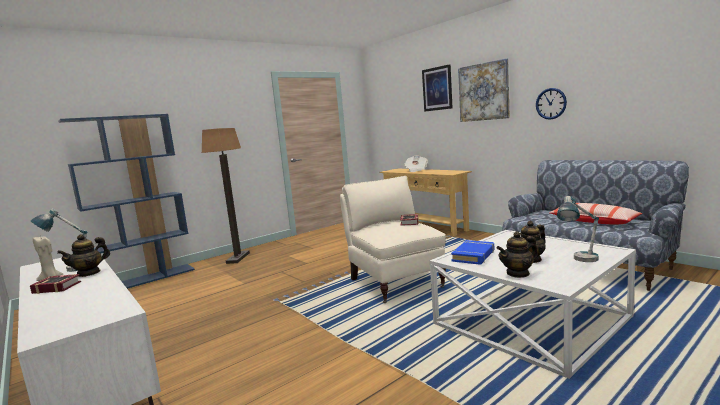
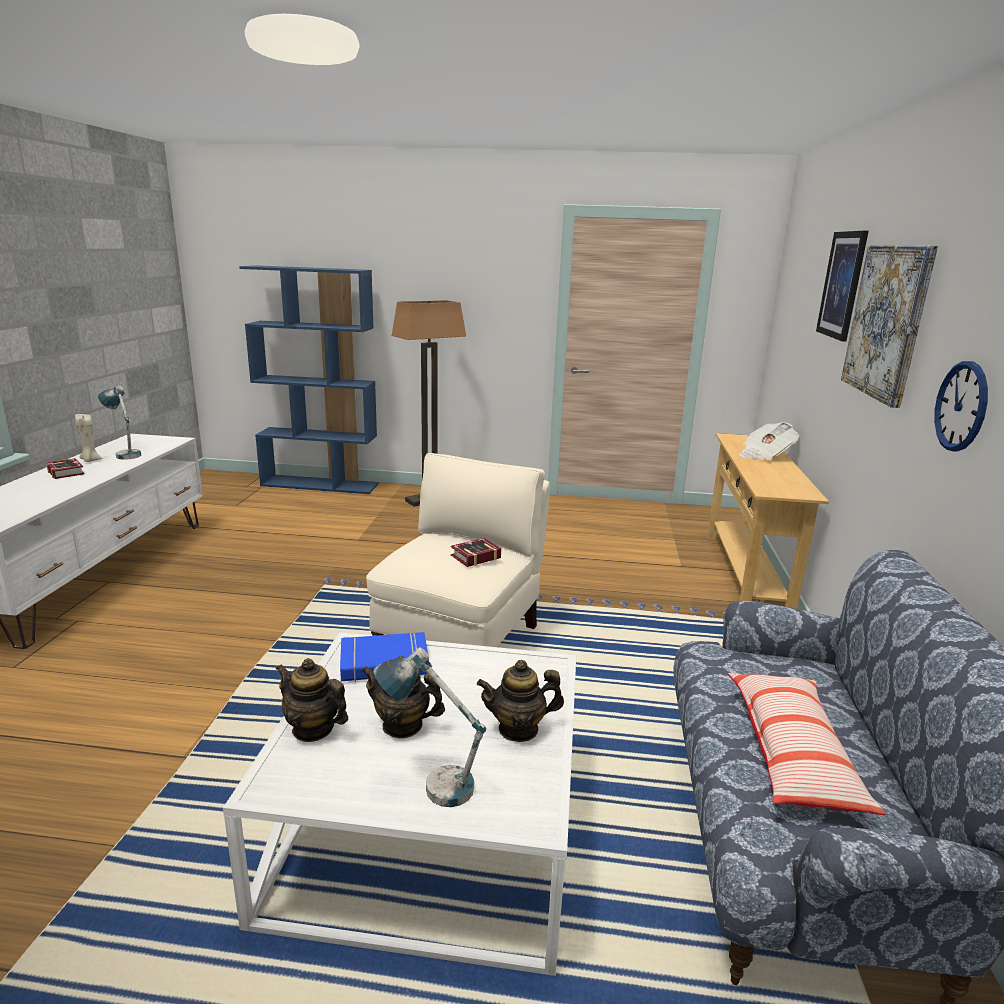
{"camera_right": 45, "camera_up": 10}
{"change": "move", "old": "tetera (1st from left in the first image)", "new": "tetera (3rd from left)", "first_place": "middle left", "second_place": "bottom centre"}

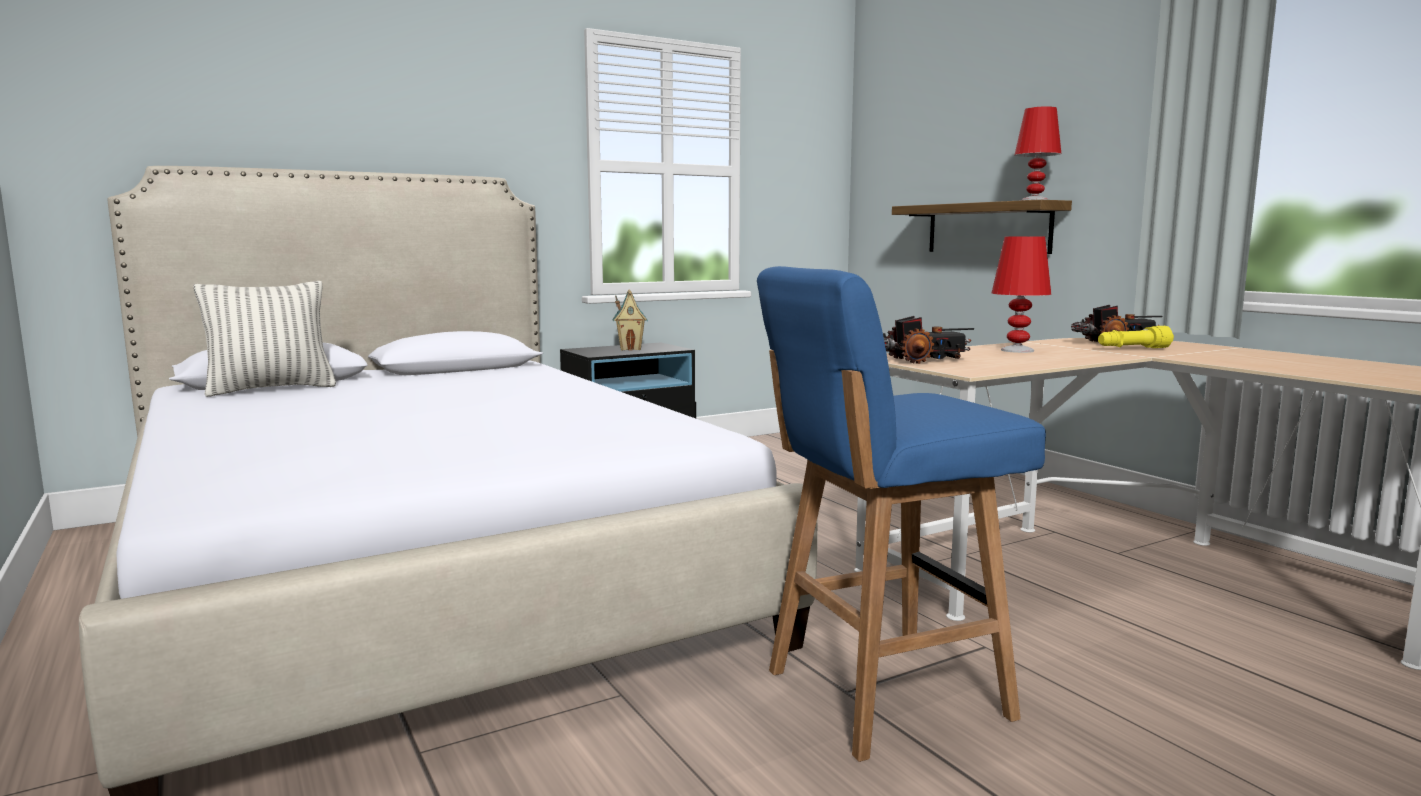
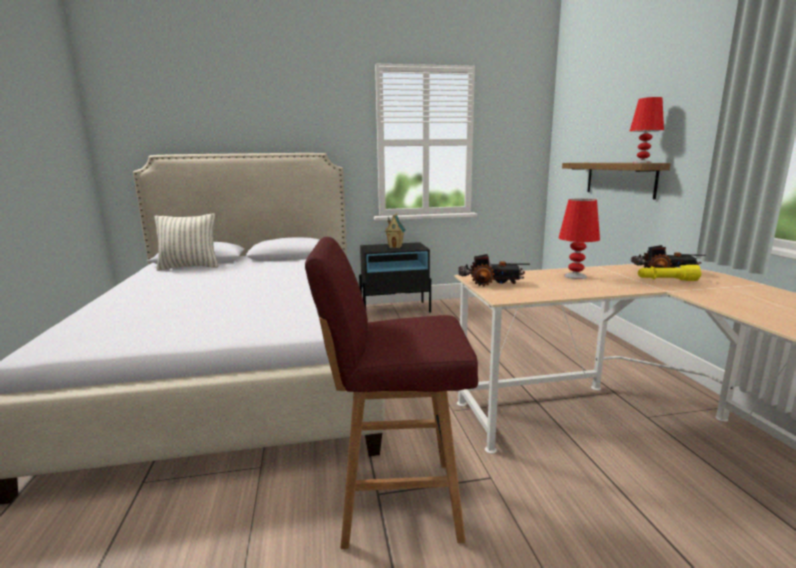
{"camera_right": 20, "camera_up": 5}
{"change": "recolor", "old": "taburete/azul", "new": "taburete/rojo", "first_place": "centre", "second_place": "bottom centre"}

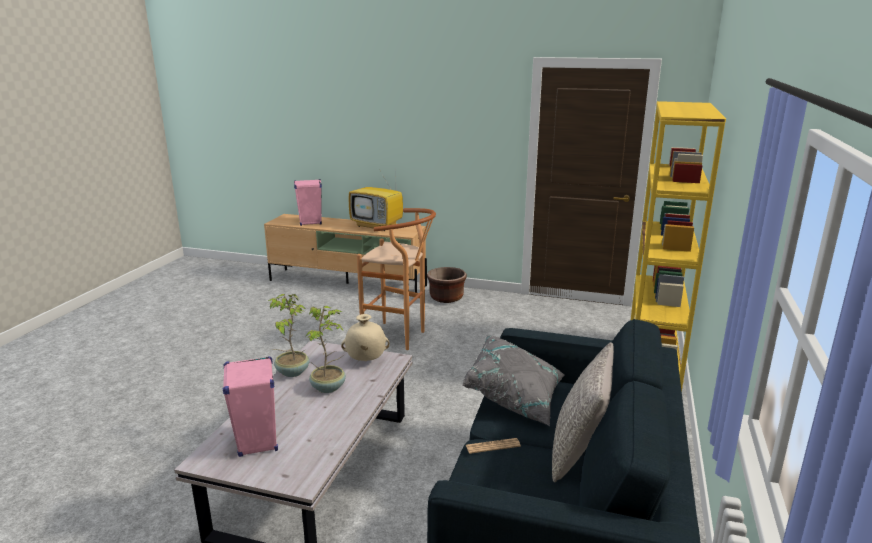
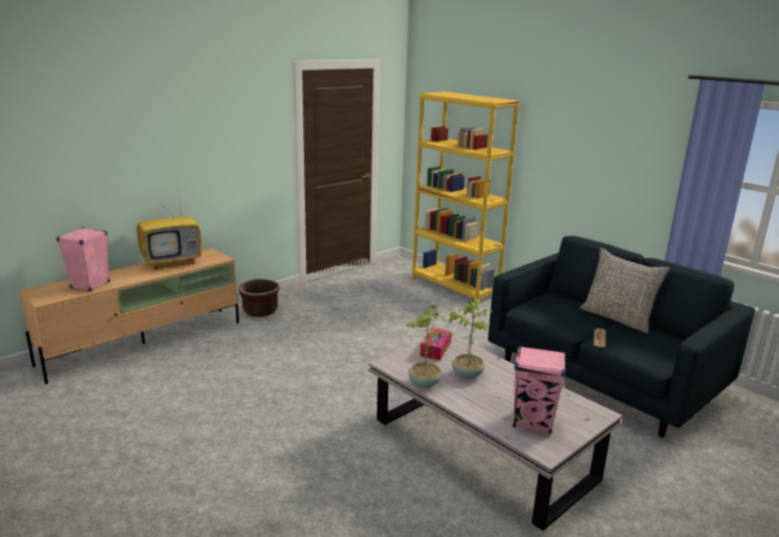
{"camera_right": -60, "camera_up": 0}
{"change": "replace", "old": "florero/beis", "new": "caja de pañuelos", "first_place": "centre", "second_place": "centre"}
{"change": "delete", "old": "taburete/marrón", "first_place": "centre"}
{"change": "delete", "old": "cojín/gris (1st from left)", "first_place": "bottom centre"}

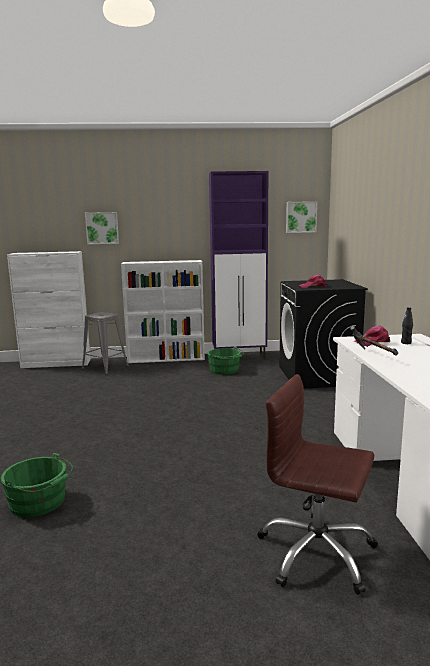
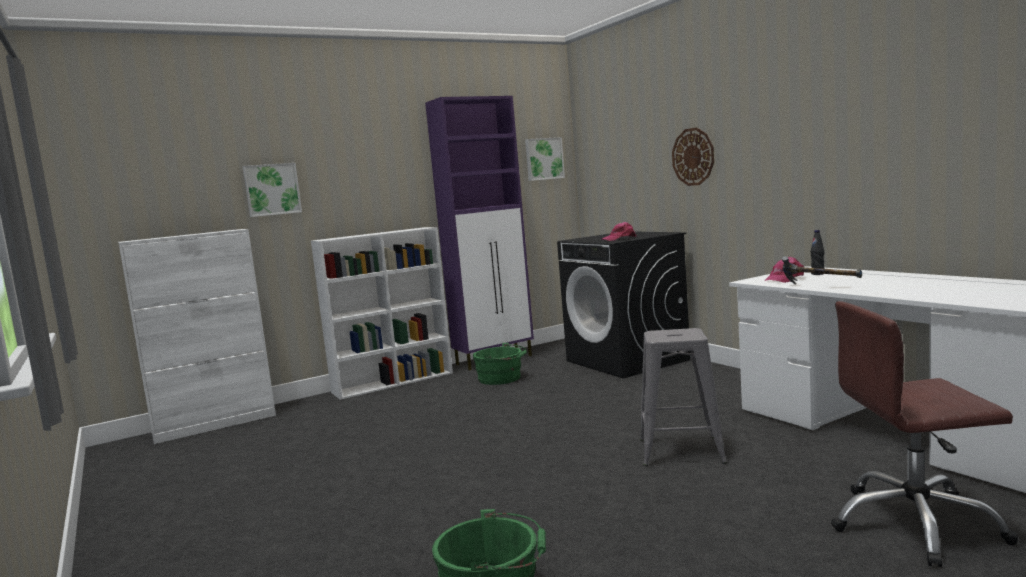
{"camera_right": -25, "camera_up": -5}
{"change": "move", "old": "taburete/gris", "first_place": "middle left", "second_place": "bottom centre"}
{"change": "insert", "new": "reloj de pared", "second_place": "top right"}

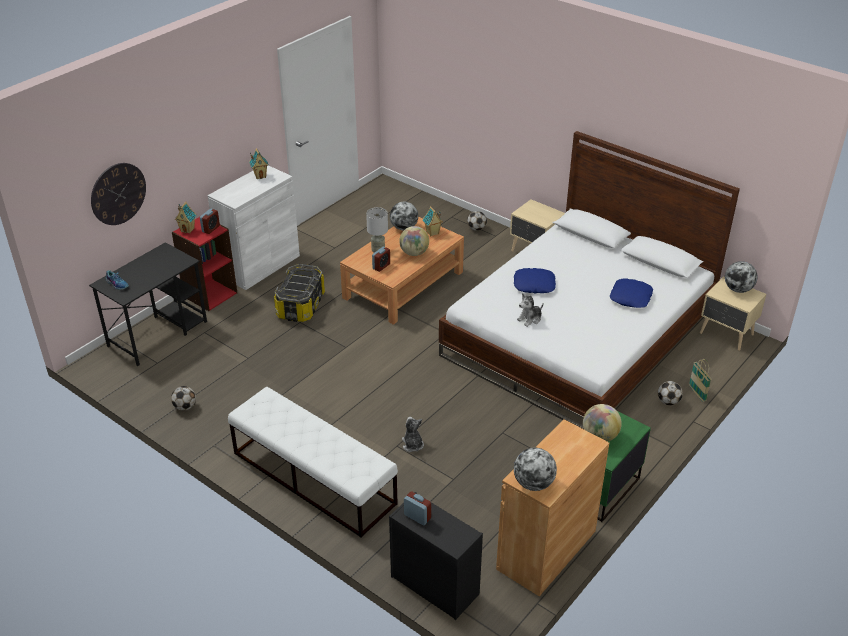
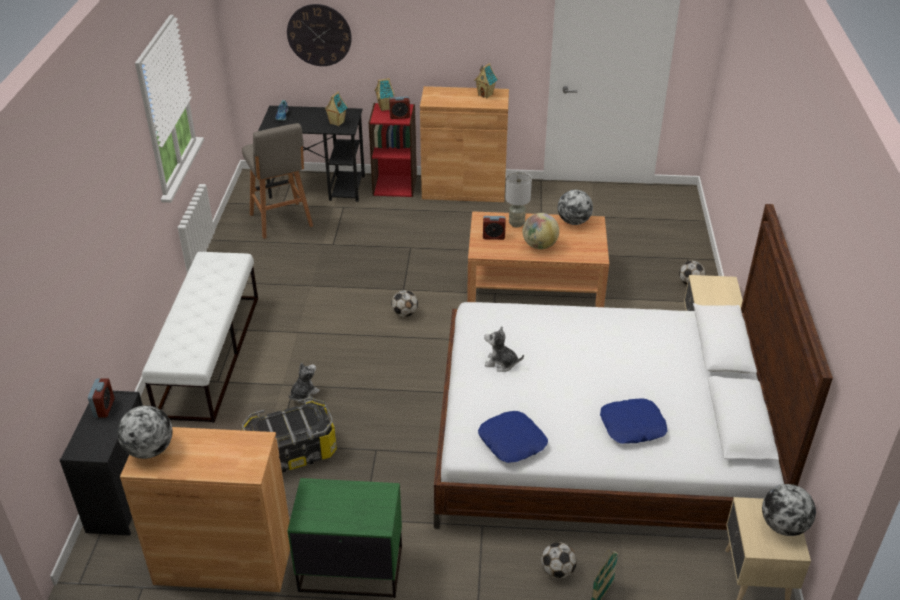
{"camera_right": 55, "camera_up": 0}
{"change": "move", "old": "balón de fútbol (1st from left)", "first_place": "middle left", "second_place": "centre"}
{"change": "recolor", "old": "armario/blanco", "new": "armario/marrón (2nd from left)", "first_place": "middle left", "second_place": "top centre"}
{"change": "move", "old": "caja de almacenaje", "first_place": "centre", "second_place": "bottom left"}
{"change": "move", "old": "casita (3rd from left in the first image)", "new": "casita (1st from left)", "first_place": "centre", "second_place": "top centre"}
{"change": "move", "old": "cojín/azul (1st from left)", "first_place": "centre", "second_place": "bottom centre"}
{"change": "delete", "old": "globo terráqueo (4th from left)", "first_place": "middle right"}
{"change": "insert", "new": "taburete/gris", "second_place": "top left"}

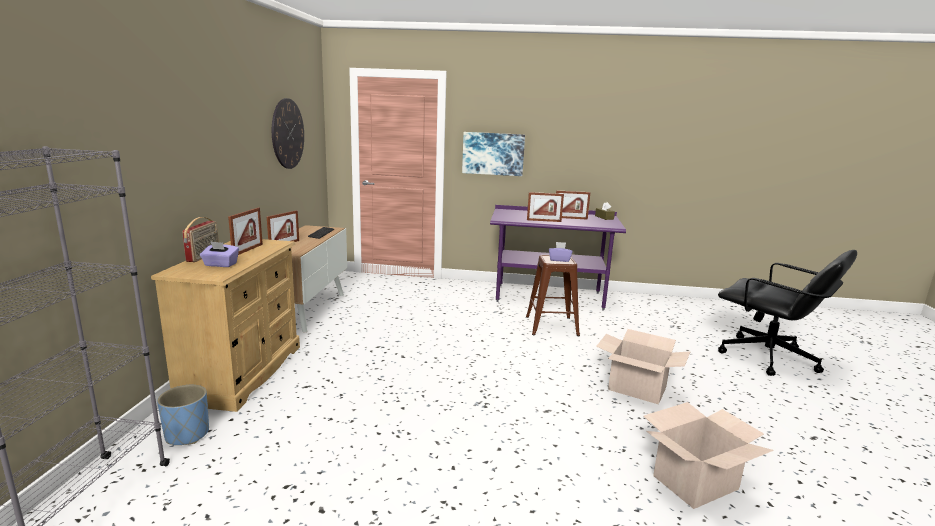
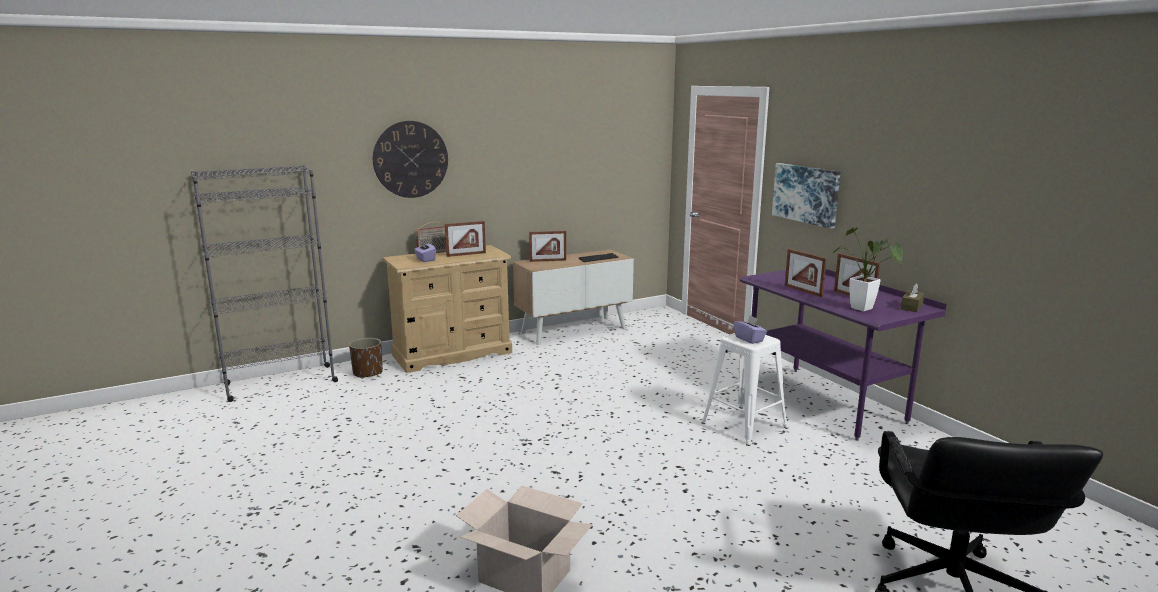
{"camera_right": 55, "camera_up": 0}
{"change": "recolor", "old": "maceta/azul", "new": "maceta/marrón", "first_place": "bottom left", "second_place": "middle left"}
{"change": "move", "old": "reloj de pared", "first_place": "top left", "second_place": "top centre"}
{"change": "recolor", "old": "taburete/marrón", "new": "taburete/blanco", "first_place": "centre", "second_place": "centre"}
{"change": "delete", "old": "caja de cartón (1st from left)", "first_place": "bottom right"}
{"change": "insert", "new": "planta en maceta", "second_place": "middle right"}

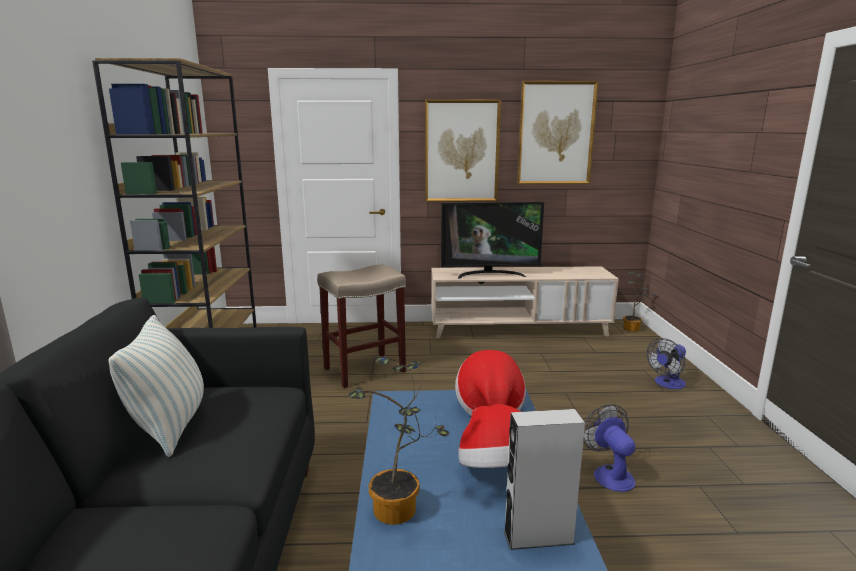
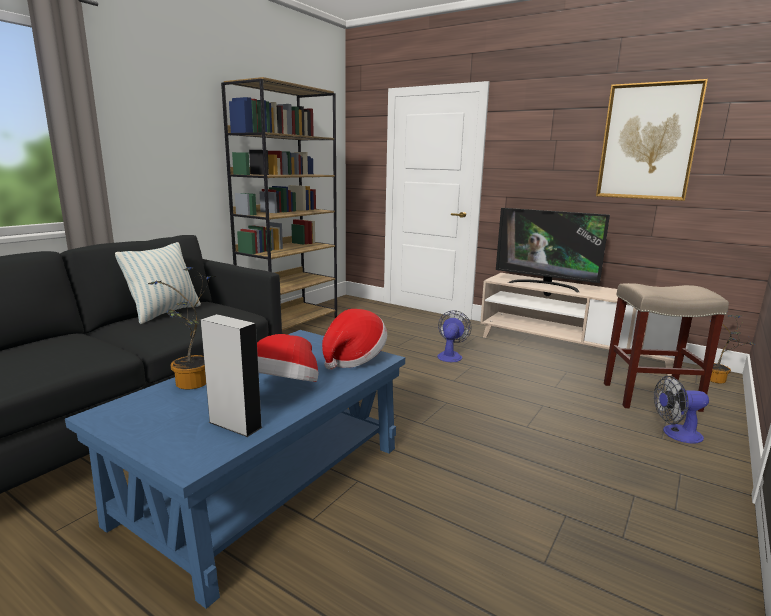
{"camera_right": 35, "camera_up": 0}
{"change": "move", "old": "taburete/beis", "first_place": "centre", "second_place": "middle right"}
{"change": "delete", "old": "cuadro (1st from left)", "first_place": "top centre"}
{"change": "move", "old": "ventilador (1st from left)", "first_place": "bottom right", "second_place": "centre"}

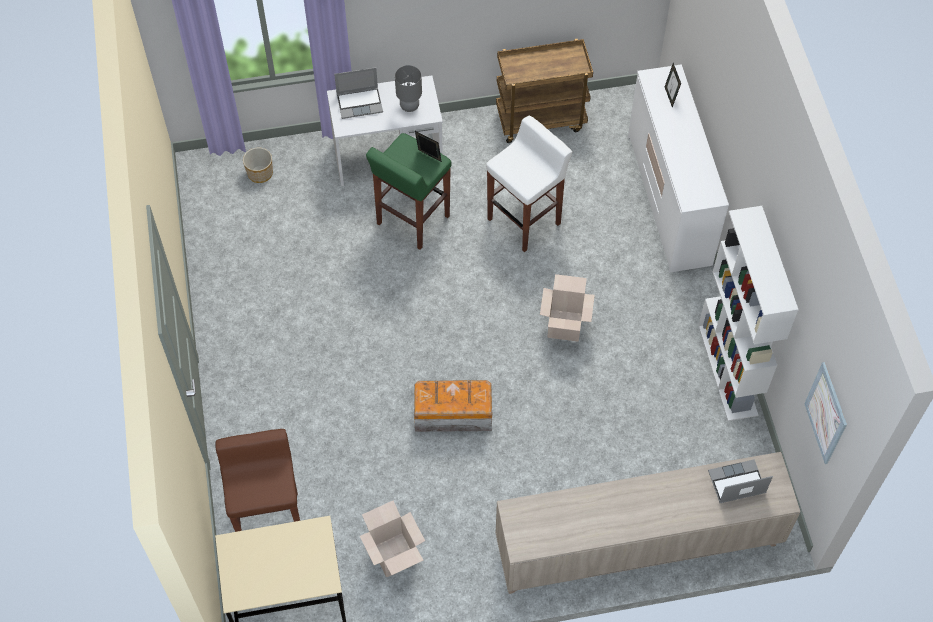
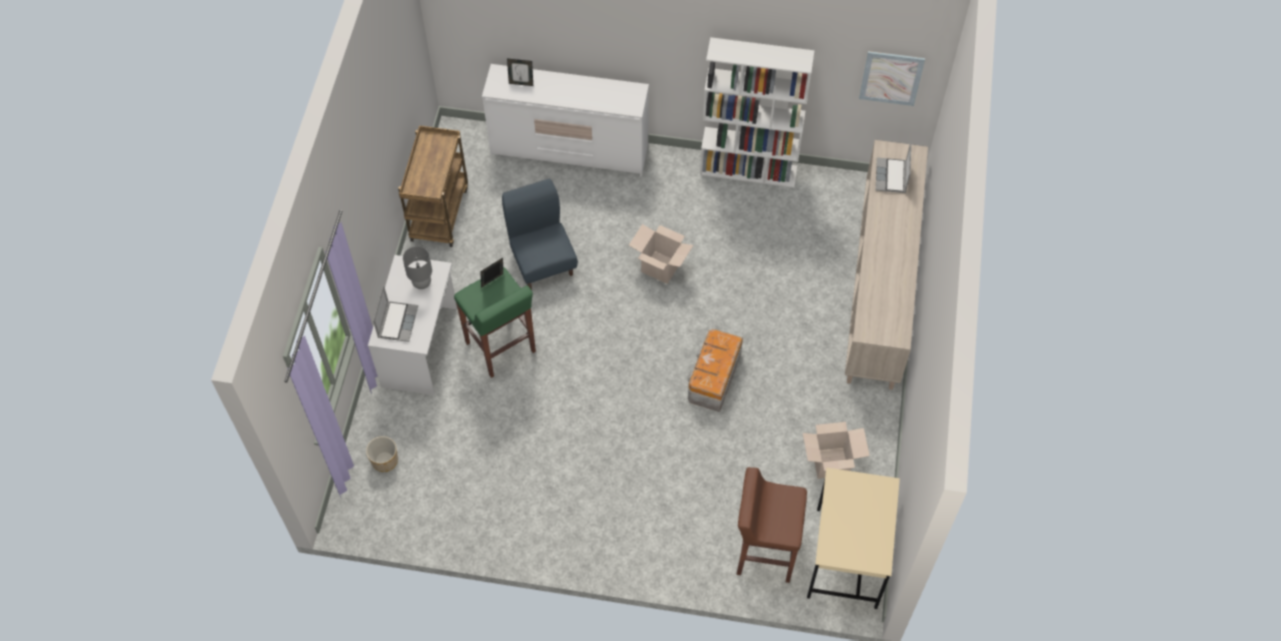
{"camera_right": -70, "camera_up": 0}
{"change": "replace", "old": "taburete/blanco", "new": "silla/azul", "first_place": "top centre", "second_place": "centre"}

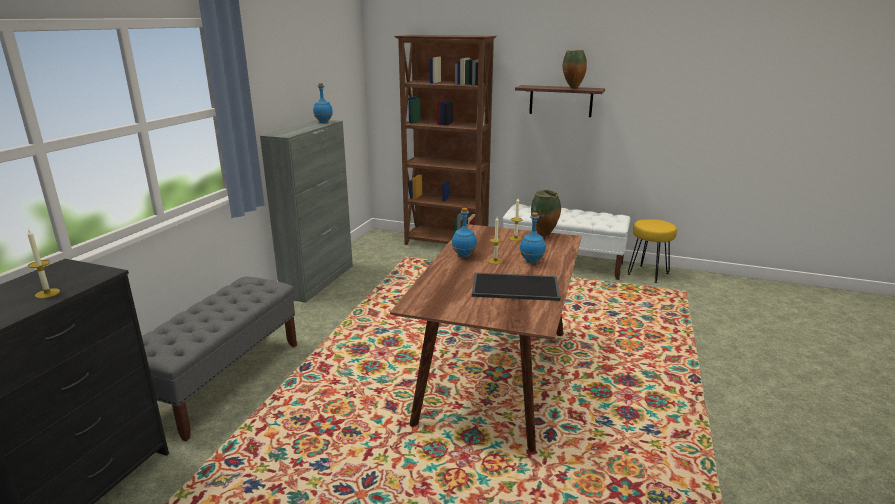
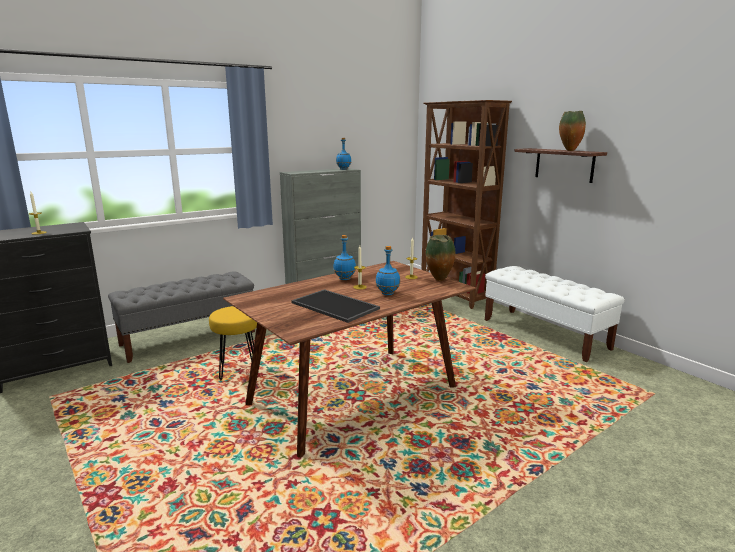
{"camera_right": 35, "camera_up": -5}
{"change": "move", "old": "taburete/amarillo", "first_place": "middle right", "second_place": "middle left"}

